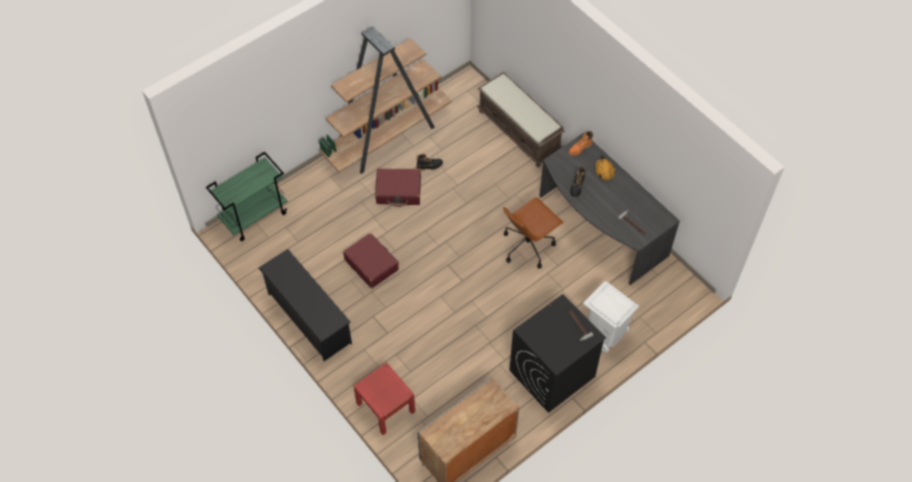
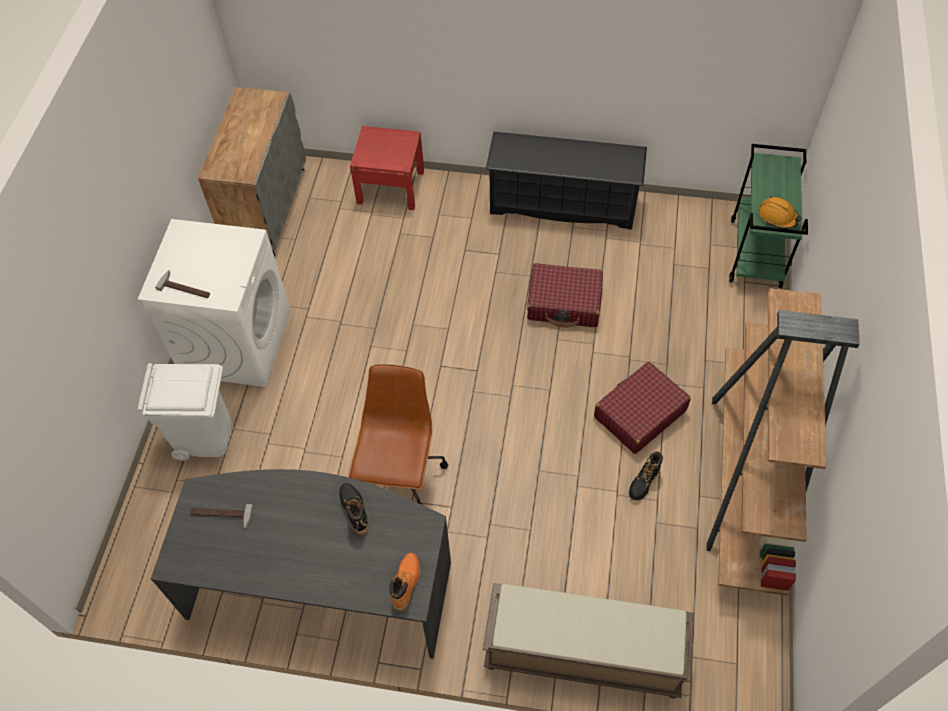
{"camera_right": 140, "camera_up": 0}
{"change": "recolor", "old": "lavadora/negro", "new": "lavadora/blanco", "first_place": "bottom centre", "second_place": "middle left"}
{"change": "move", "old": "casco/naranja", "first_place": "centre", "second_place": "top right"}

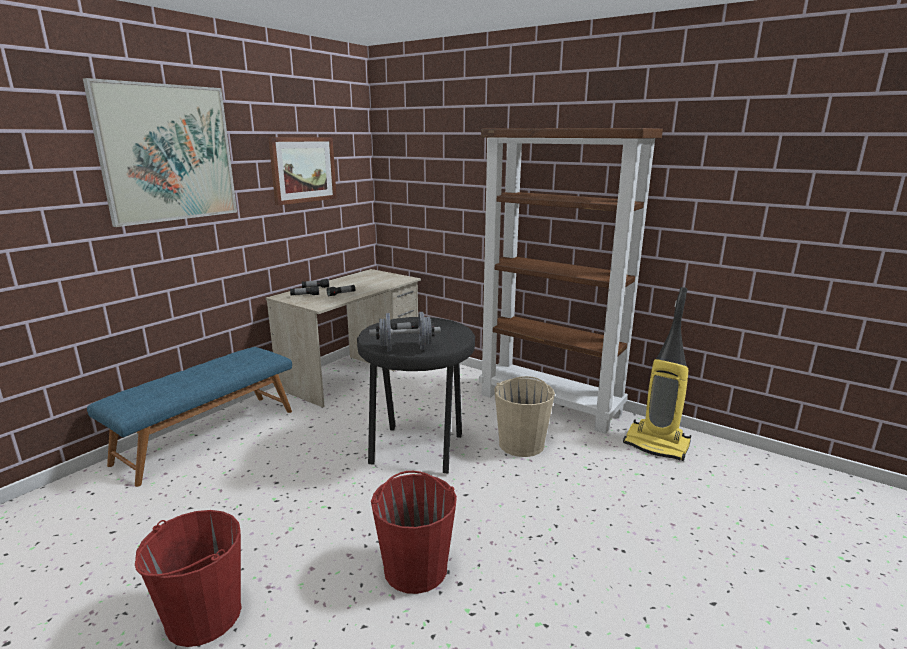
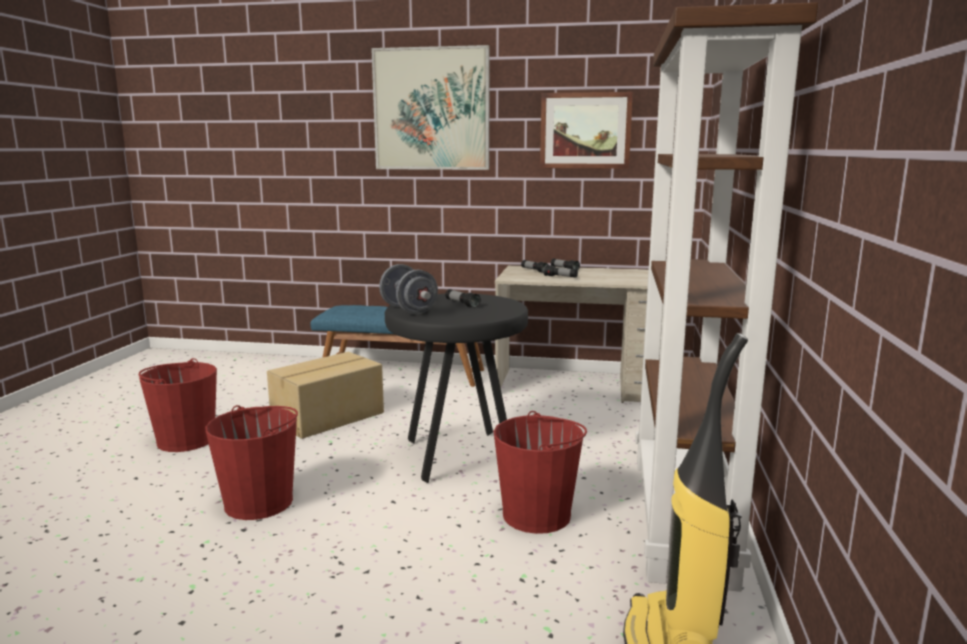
{"camera_right": 65, "camera_up": -5}
{"change": "recolor", "old": "cubo/beis", "new": "cubo/rojo (3rd from left)", "first_place": "centre", "second_place": "bottom centre"}
{"change": "insert", "new": "caja de cartón", "second_place": "centre"}

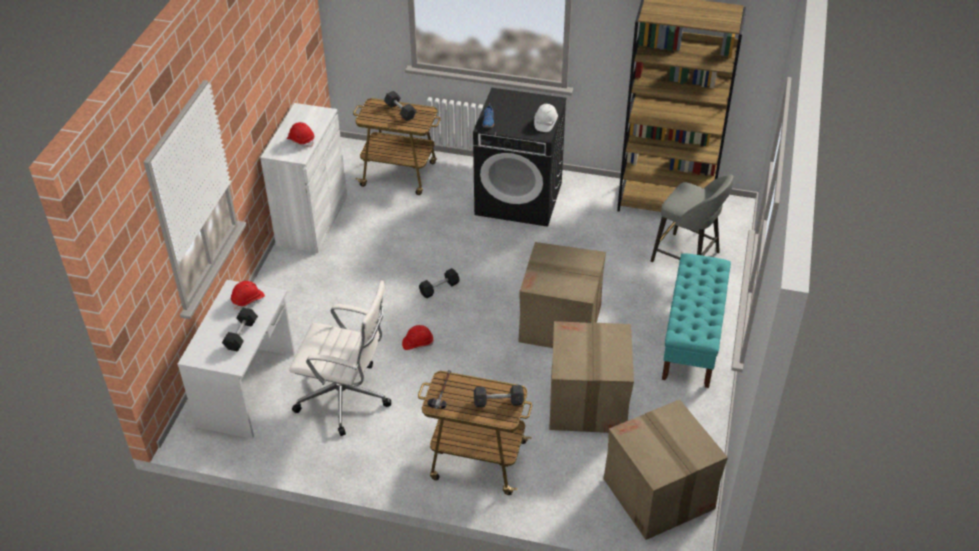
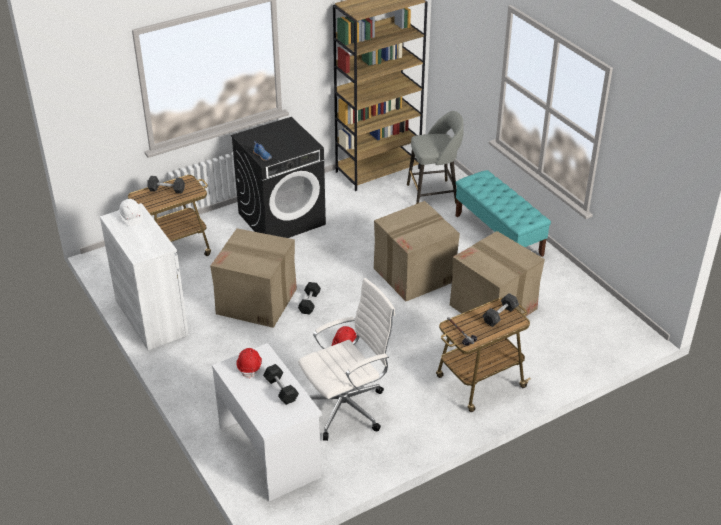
{"camera_right": -45, "camera_up": -5}
{"change": "delete", "old": "casco/rojo (2nd from left)", "first_place": "top left"}
{"change": "move", "old": "casco/blanco", "first_place": "top centre", "second_place": "middle left"}
{"change": "move", "old": "caja de cartón (3rd from left in the first image)", "new": "caja de cartón (1st from left)", "first_place": "bottom right", "second_place": "centre"}

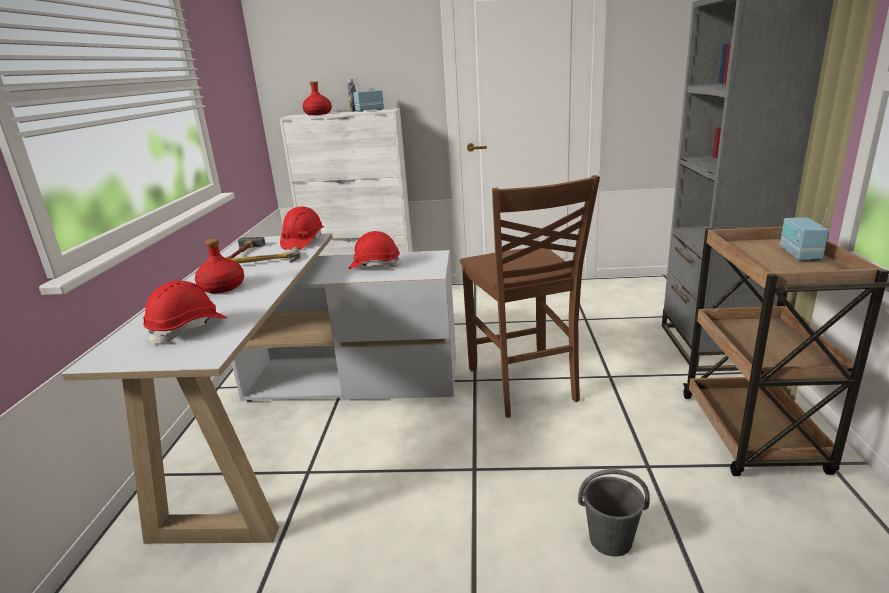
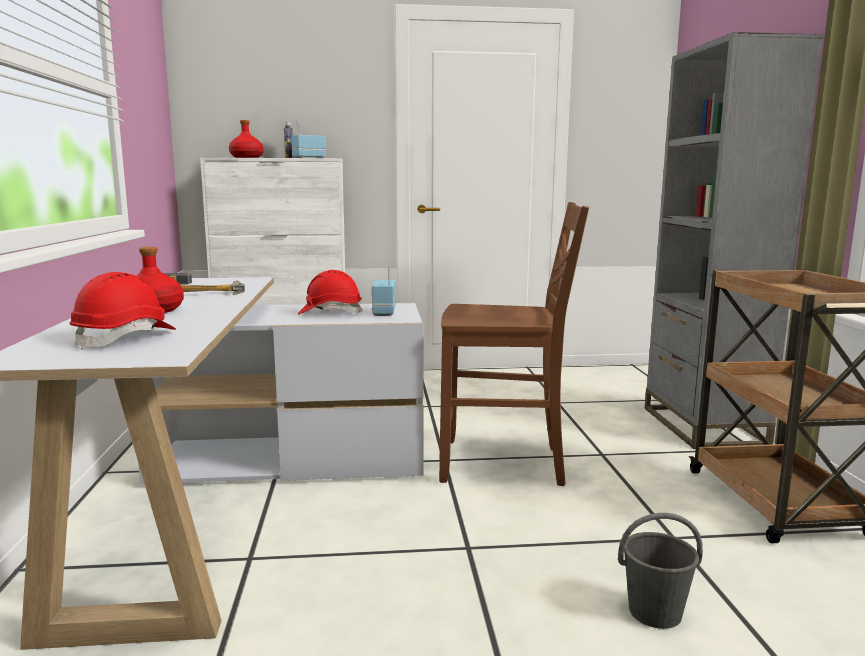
{"camera_right": -10, "camera_up": -10}
{"change": "delete", "old": "casco/rojo (2nd from left)", "first_place": "centre"}
{"change": "rotate", "old": "silla/marrón", "first_place": "centre", "second_place": "centre", "degrees": -60}
{"change": "move", "old": "radio (2nd from left)", "first_place": "middle right", "second_place": "centre"}

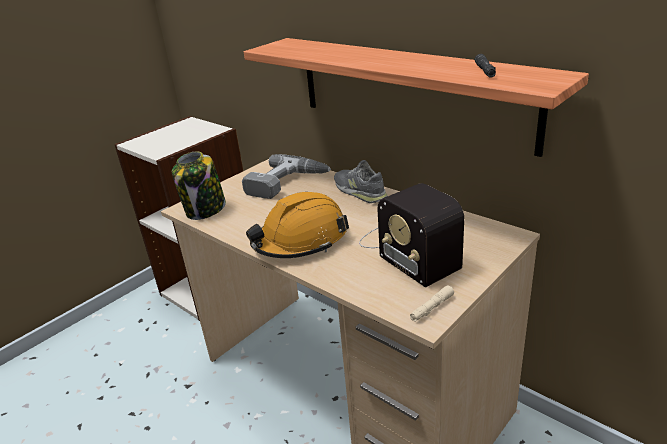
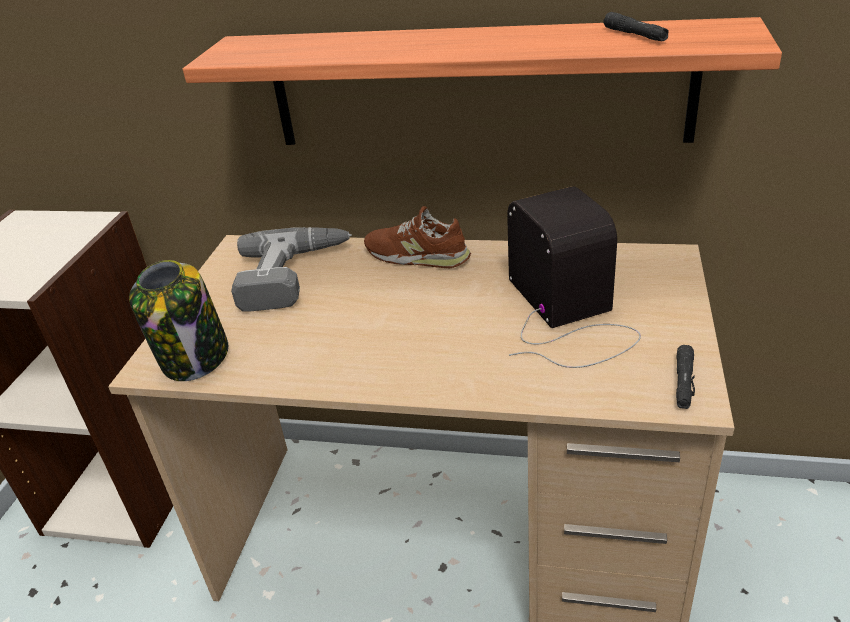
{"camera_right": -30, "camera_up": 5}
{"change": "delete", "old": "casco/naranja", "first_place": "centre"}
{"change": "recolor", "old": "zapato/gris", "new": "zapato/marrón", "first_place": "centre", "second_place": "centre"}
{"change": "rotate", "old": "radio", "first_place": "centre", "second_place": "middle right", "degrees": -135}
{"change": "recolor", "old": "linterna/beis", "new": "linterna/negro (2nd from left)", "first_place": "bottom centre", "second_place": "middle right"}

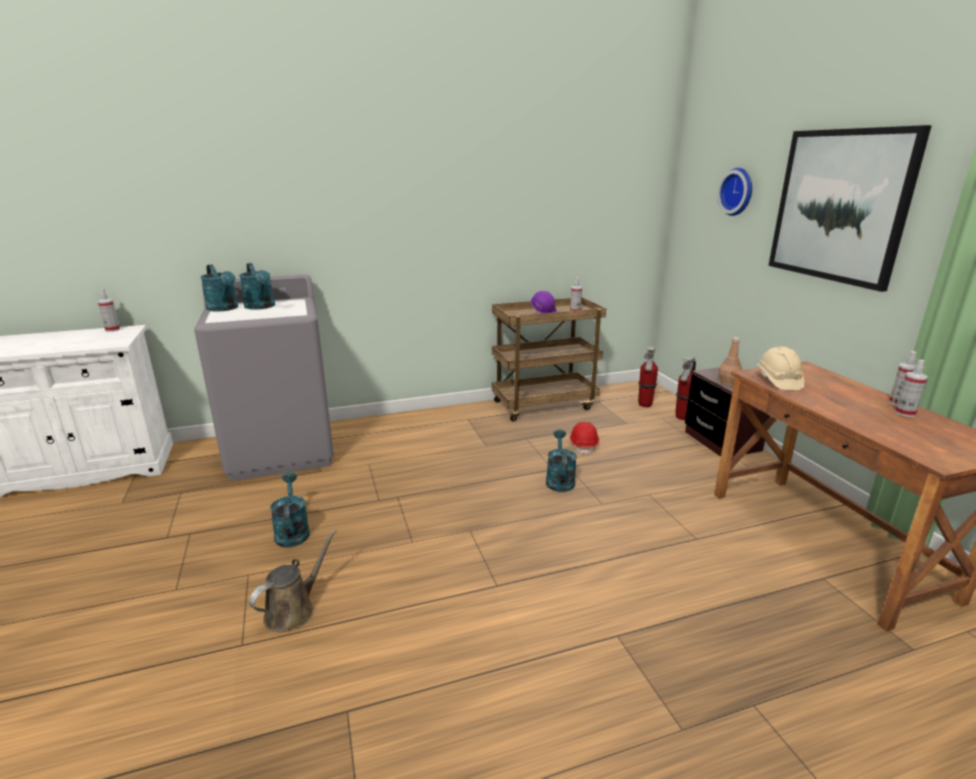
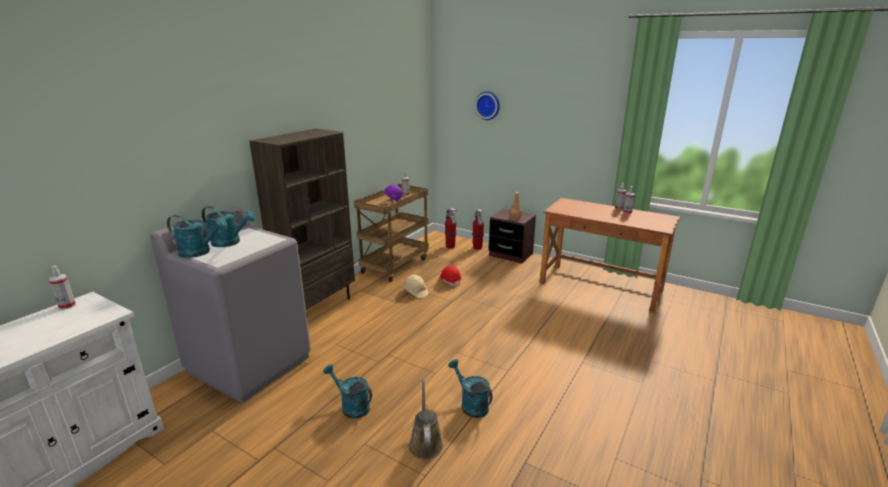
{"camera_right": -40, "camera_up": 0}
{"change": "move", "old": "regadera/turquesa (4th from left)", "first_place": "centre", "second_place": "bottom centre"}
{"change": "move", "old": "casco/beis", "first_place": "middle right", "second_place": "centre"}
{"change": "delete", "old": "cuadro", "first_place": "top right"}
{"change": "insert", "new": "estantería/marrón", "second_place": "centre"}

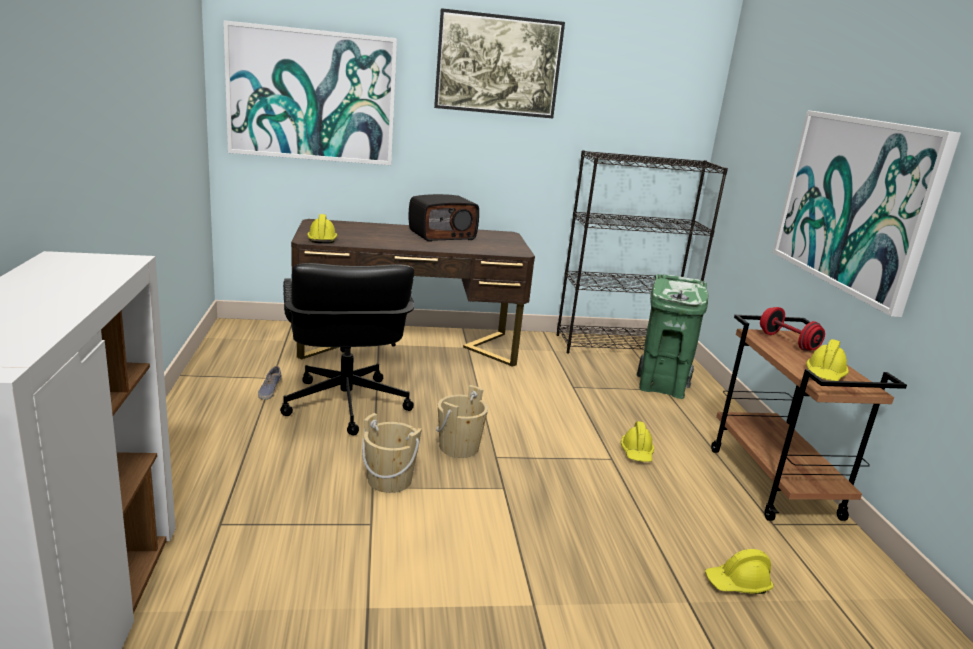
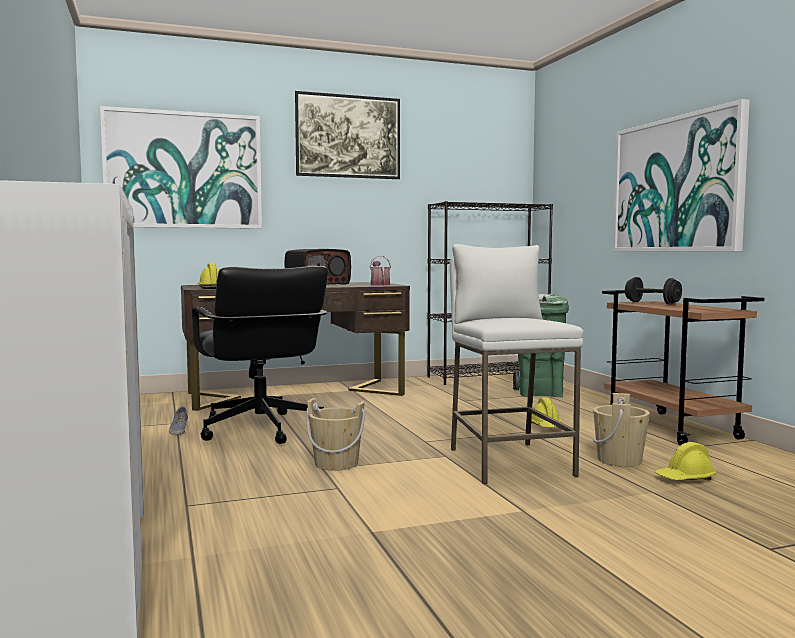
{"camera_right": -10, "camera_up": -15}
{"change": "move", "old": "cubo/beis (2nd from left)", "first_place": "centre", "second_place": "bottom right"}
{"change": "recolor", "old": "mancuerna/rojo", "new": "mancuerna/negro", "first_place": "middle right", "second_place": "middle right"}
{"change": "delete", "old": "casco/amarillo (4th from left)", "first_place": "middle right"}
{"change": "insert", "new": "regadera", "second_place": "centre"}
{"change": "insert", "new": "taburete/blanco", "second_place": "centre"}

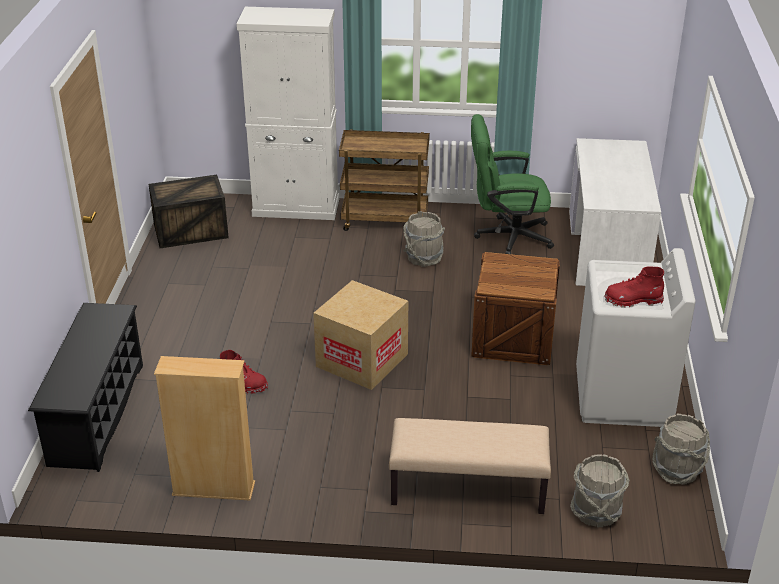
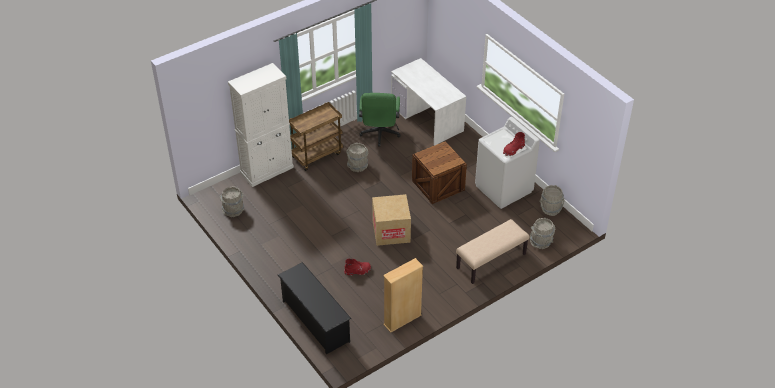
{"camera_right": -40, "camera_up": 10}
{"change": "replace", "old": "caja de embalaje (1st from left)", "new": "cubo/gris (1st from left)", "first_place": "middle left", "second_place": "middle left"}
{"change": "rotate", "old": "silla de oficina/verde", "first_place": "top centre", "second_place": "top centre", "degrees": -45}

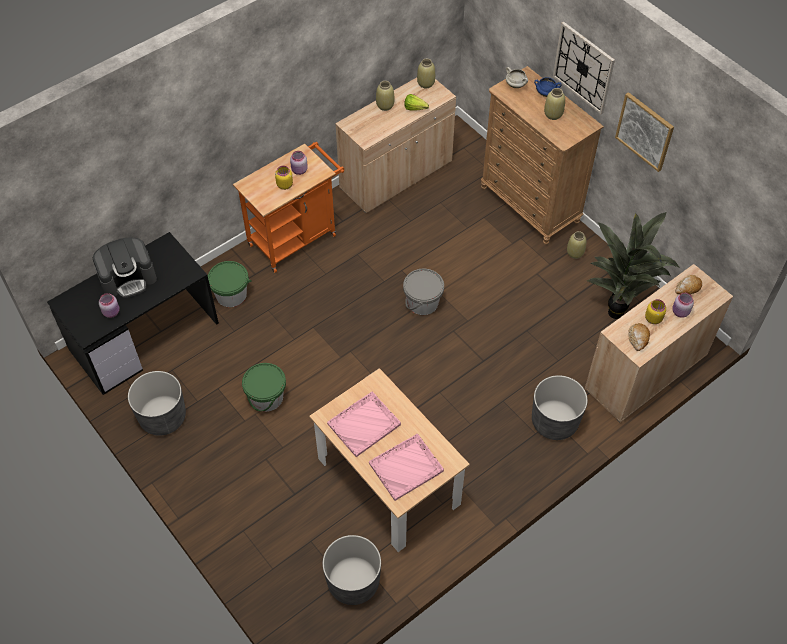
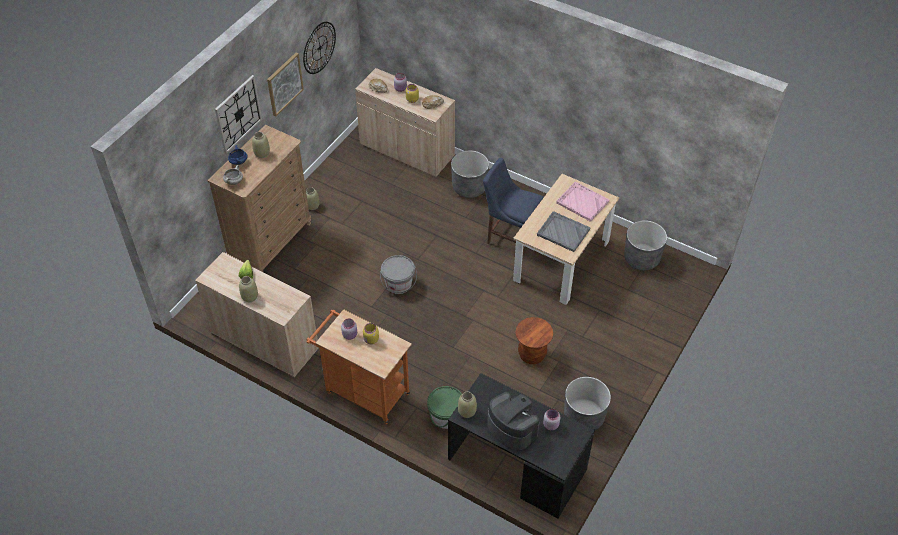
{"camera_right": -110, "camera_up": -5}
{"change": "replace", "old": "cubo/verde (2nd from left)", "new": "taburete/marrón", "first_place": "centre", "second_place": "centre"}
{"change": "recolor", "old": "bandeja/rosa (1st from left)", "new": "bandeja/gris", "first_place": "centre", "second_place": "centre"}
{"change": "move", "old": "florero/beis (2nd from left in the first image)", "new": "florero/beis (4th from left)", "first_place": "top centre", "second_place": "bottom centre"}
{"change": "delete", "old": "planta en maceta", "first_place": "middle right"}
{"change": "insert", "new": "reloj de pared (2nd from left)", "second_place": "top centre"}
{"change": "insert", "new": "silla/azul", "second_place": "centre"}

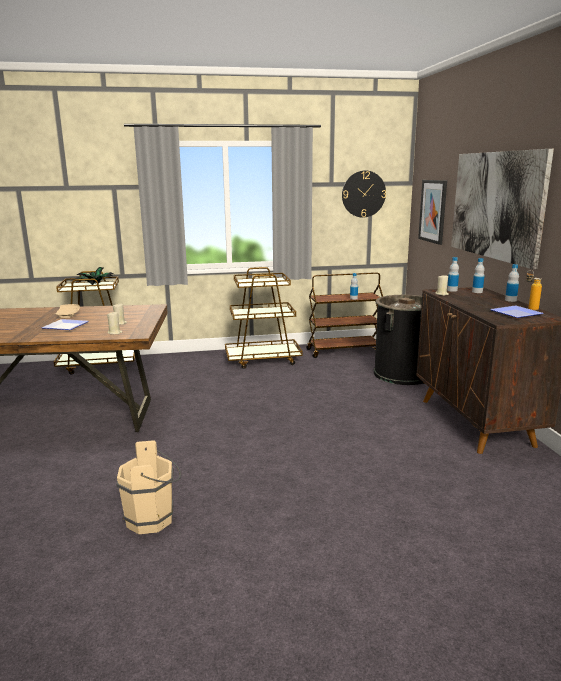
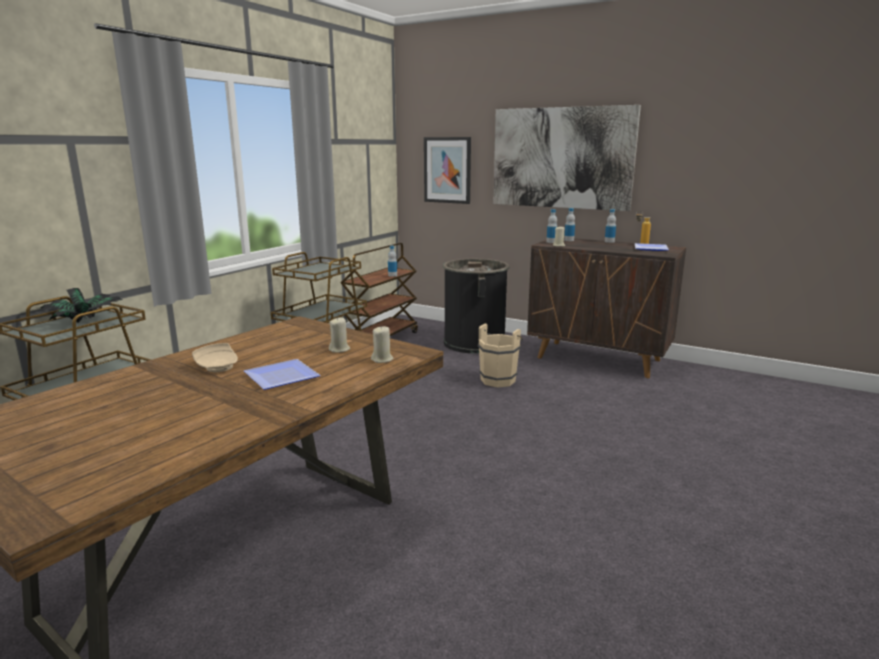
{"camera_right": -50, "camera_up": 0}
{"change": "move", "old": "cubo/beis", "first_place": "bottom left", "second_place": "centre"}
{"change": "delete", "old": "reloj de pared", "first_place": "top centre"}

